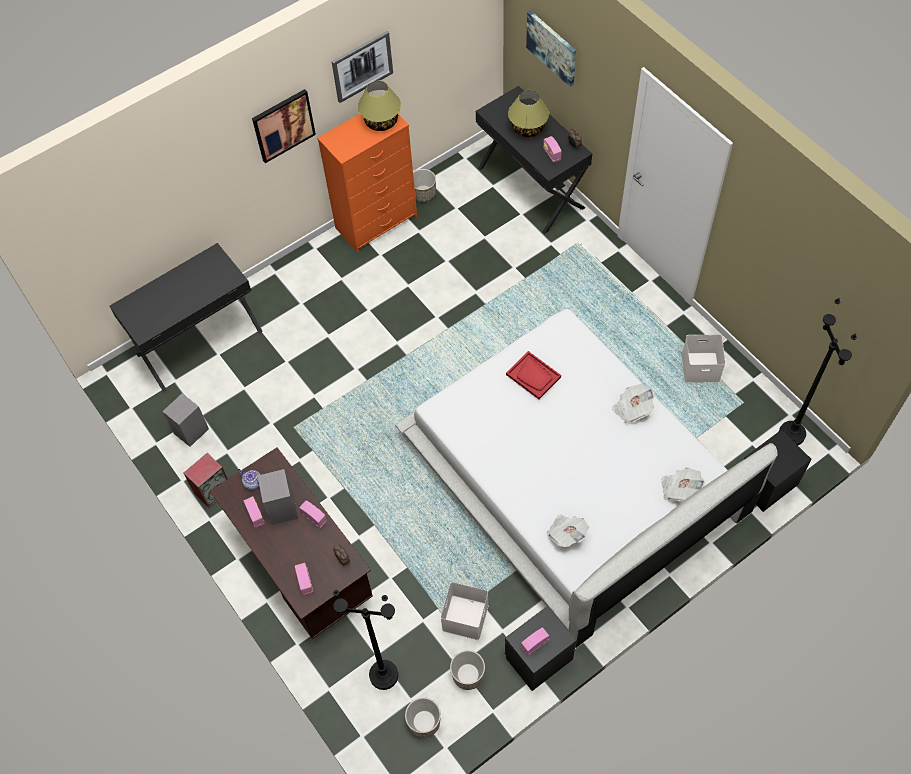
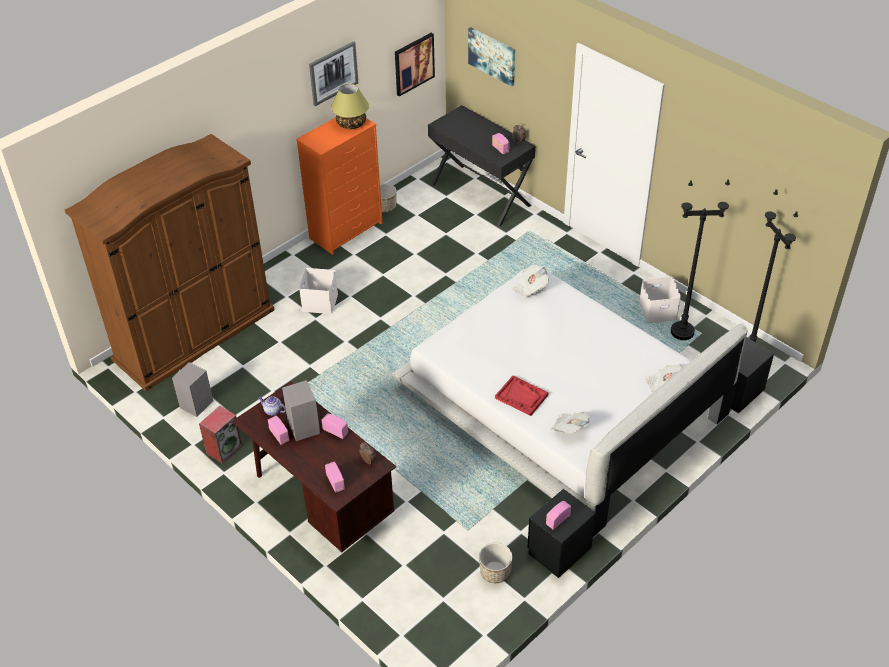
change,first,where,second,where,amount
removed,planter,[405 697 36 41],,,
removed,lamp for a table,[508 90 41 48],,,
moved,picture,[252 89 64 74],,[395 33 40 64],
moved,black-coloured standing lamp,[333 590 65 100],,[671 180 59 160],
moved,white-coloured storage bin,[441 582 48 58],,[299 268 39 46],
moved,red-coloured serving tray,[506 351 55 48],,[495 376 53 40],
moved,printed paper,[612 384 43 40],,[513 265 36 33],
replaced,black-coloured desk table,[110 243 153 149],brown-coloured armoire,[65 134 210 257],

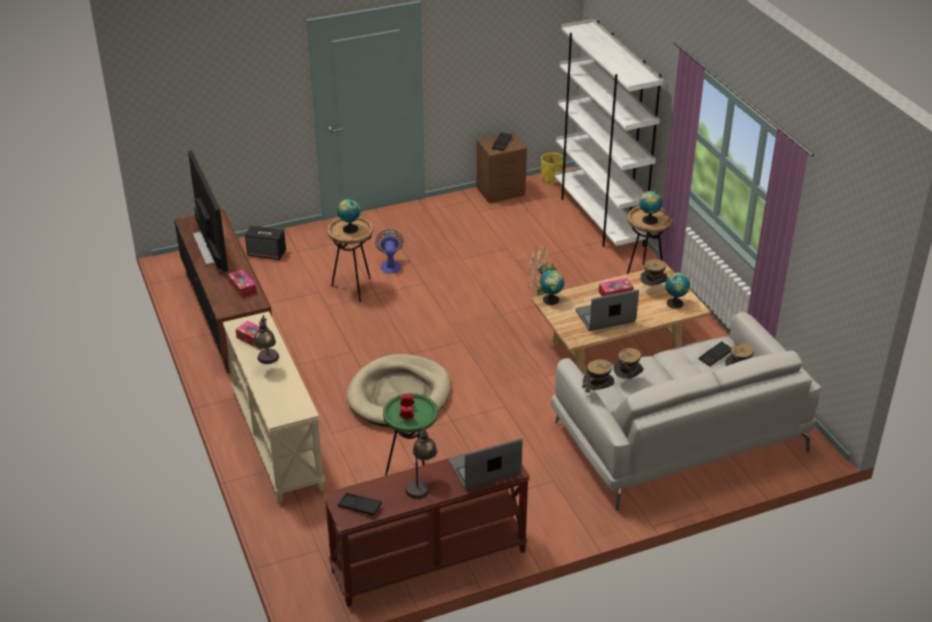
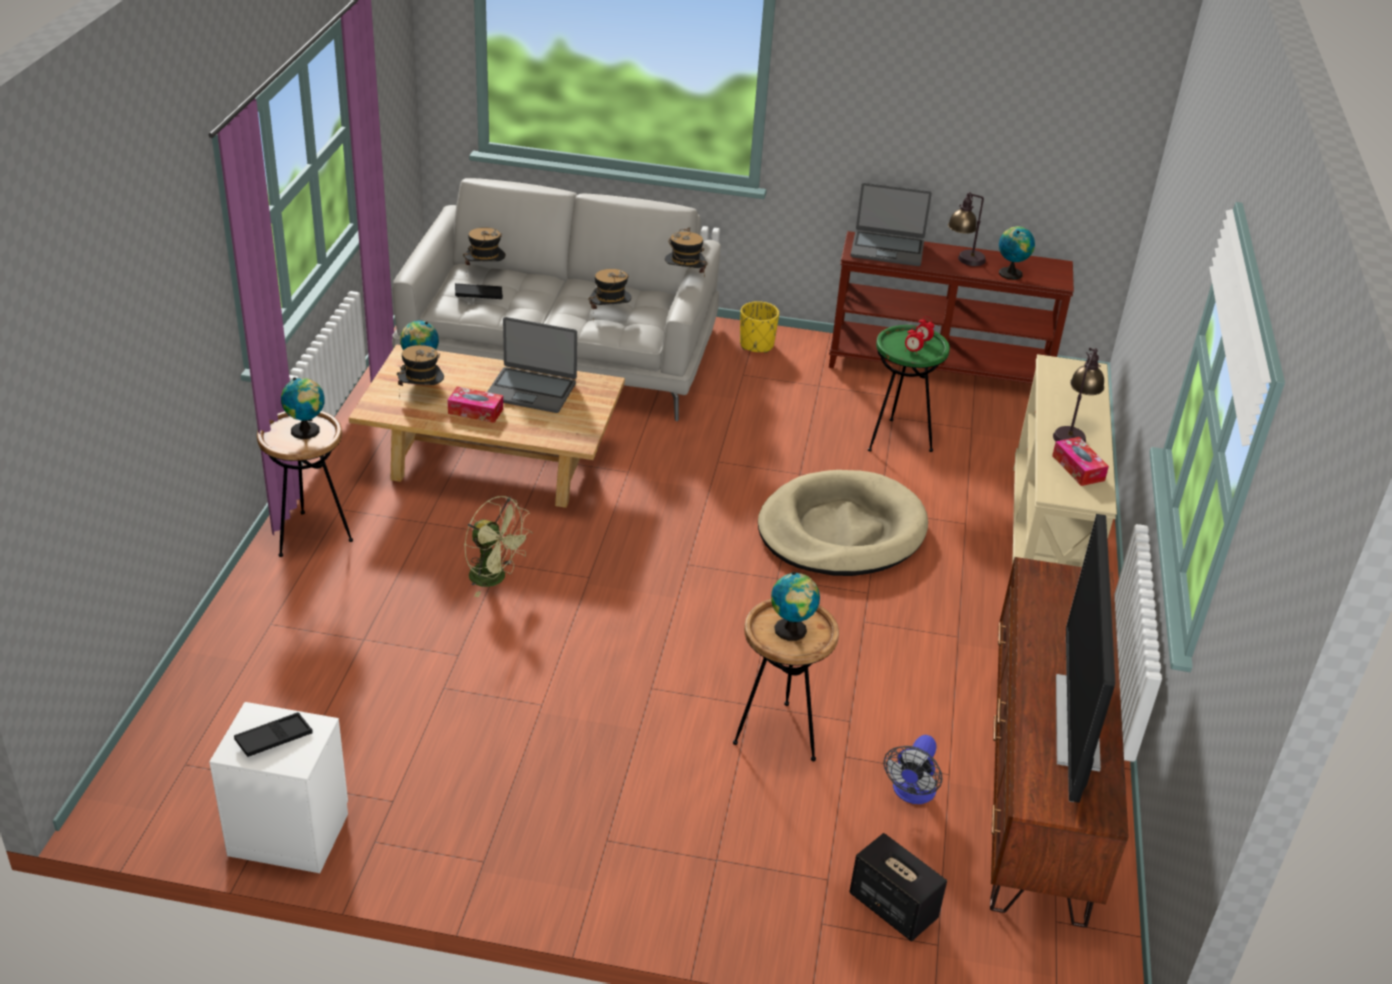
change,first,where,second,where,amount
removed,box of tissues,[228 269 28 29],,,
removed,black-coloured serving tray,[338 493 44 22],,,
removed,white-coloured bookcase,[554 19 109 228],,,
moved,cooling fan,[375 230 29 44],,[883 735 59 69],
moved,world globe,[540 269 24 36],,[999 226 36 54],
moved,yellow-coloured planter,[541 153 23 31],,[740 301 39 52],
recoloured,brown-coloured nightstand,[477 133 50 70],white-coloured nightstand,[209 702 139 171],

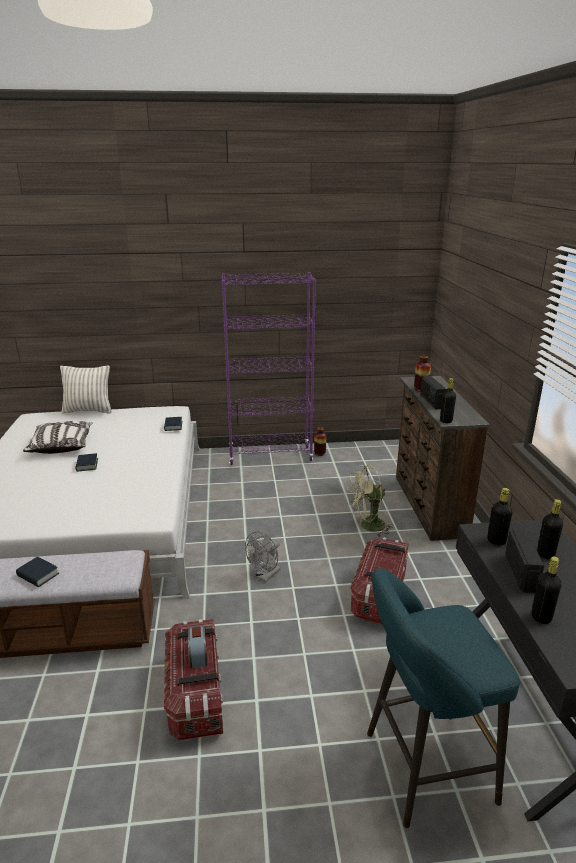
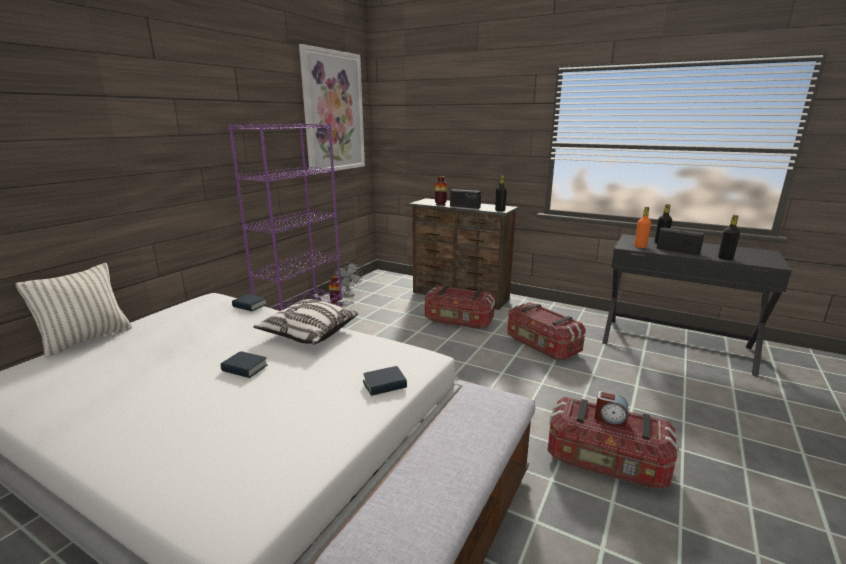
change,first,where,second,where,amount
removed,blue-green stool seat,[367 568 153 260],,,
added,,,picture,[299 44 66 130],
moved,volume,[16 557 43 30],,[363 366 44 30],
moved,cushion,[23 421 69 33],,[253 299 105 46],
moved,gray cooling fan,[245 531 35 51],,[335 262 27 35],
replaced,greenish cooling fan,[347 465 47 72],storage bin,[425 286 70 43],
recoloured,black-coloured drink bottle,[487 488 26 57],orange drink bottle,[634 207 17 41],

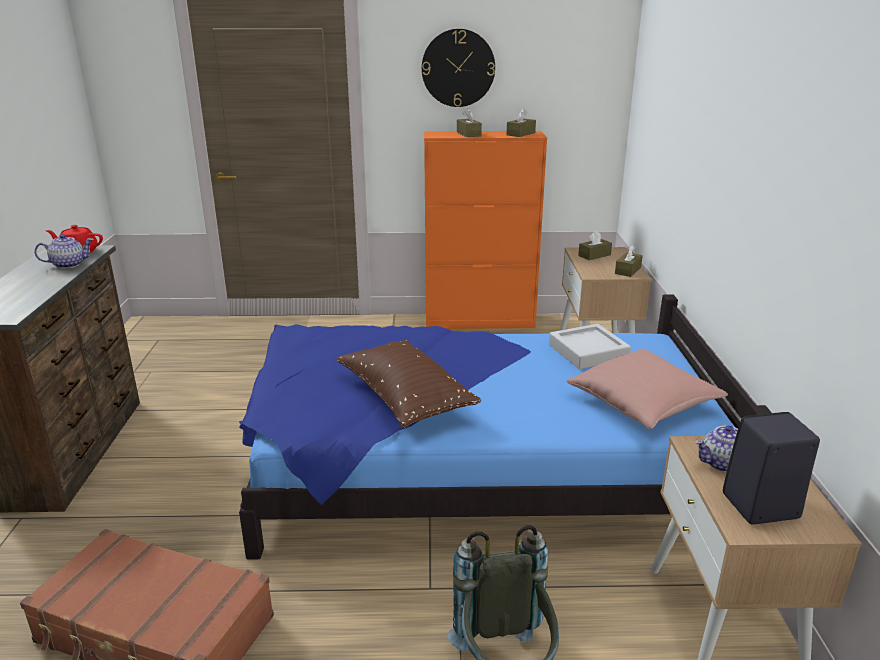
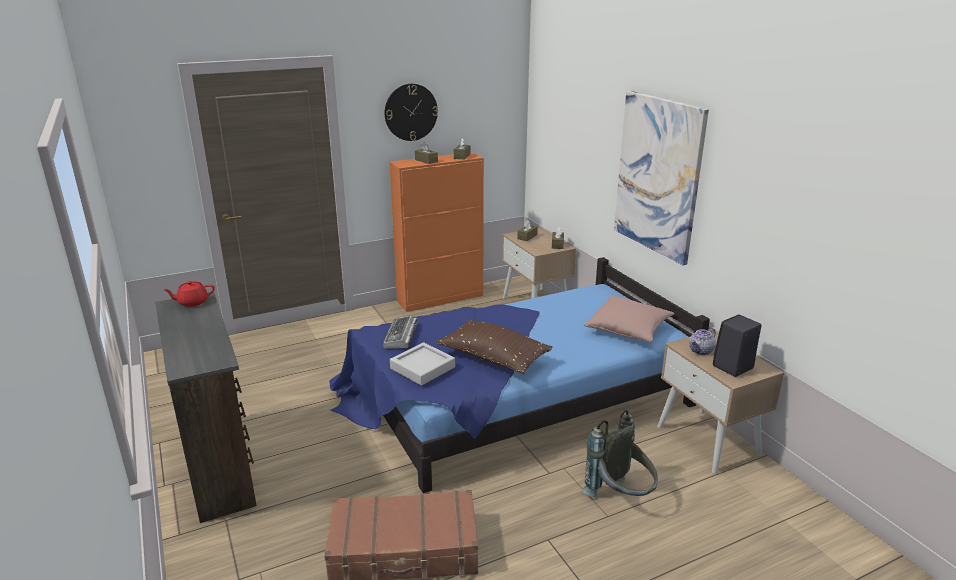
change,first,where,second,where,amount
removed,tea pot,[34 234 60 35],,,
added,,,keyboard,[383 315 35 34],
added,,,picture,[614 91 95 174],
moved,gray serving tray,[549 324 82 45],,[390 342 65 44],

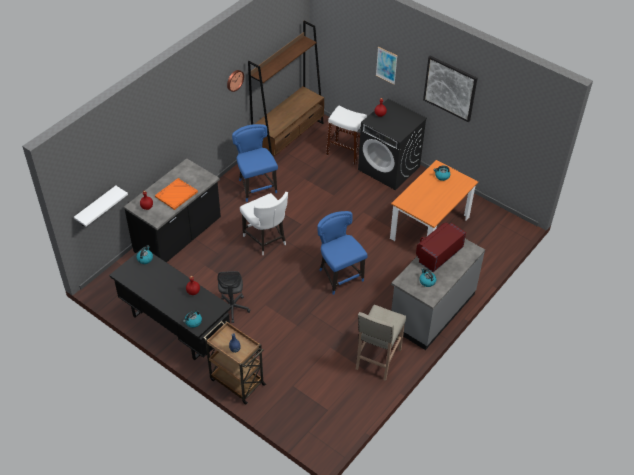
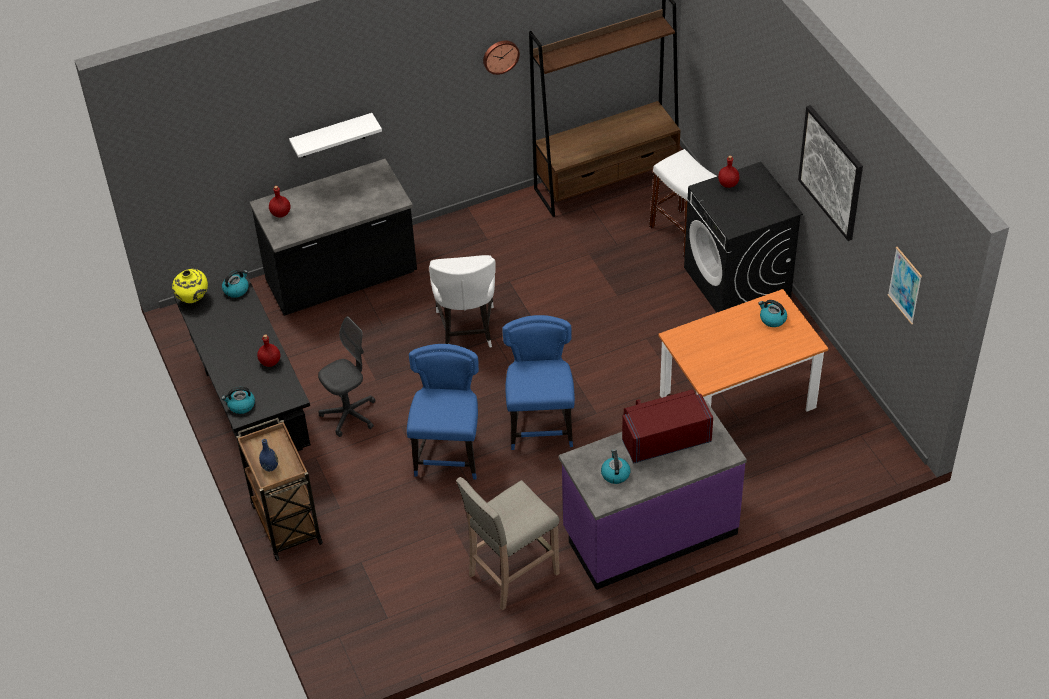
change,first,where,second,where,amount
removed,orange serving tray,[155 178 43 32],,,
added,,,yellow-coloured flower vase,[172 269 36 34],
moved,white-coloured wall shelf,[74 186 54 40],,[289 113 93 45],
moved,blue-coloured upright chair,[232 124 46 78],,[407 344 72 135],
moved,picture,[376 47 21 38],,[888 247 34 78],
recoloured,gray kitchen base unit,[391 239 94 111],purple kitchen base unit,[559 400 188 190],
turned,gray computer chair,[217 271 34 52],,[318 316 57 121],150 degrees counterclockwise

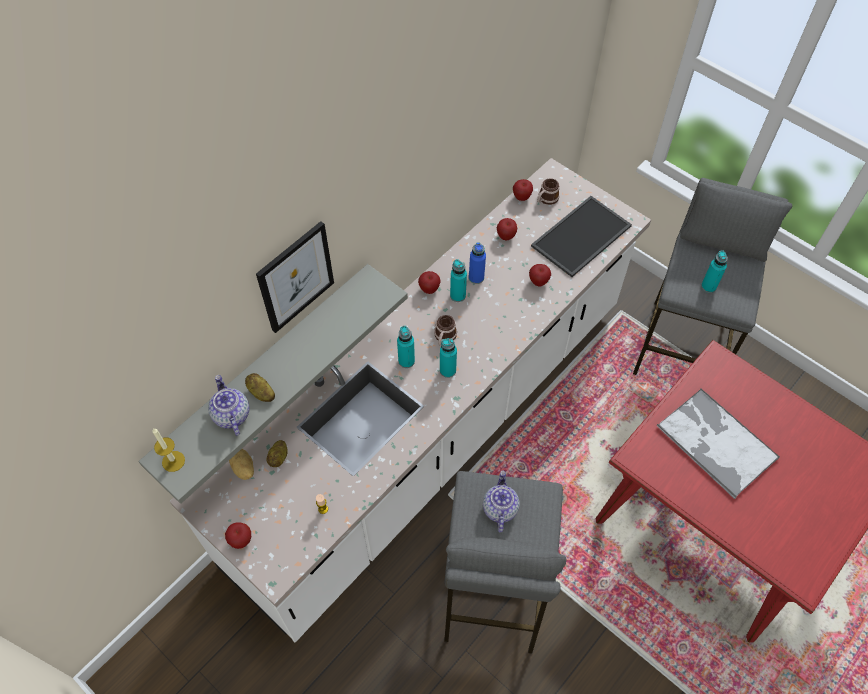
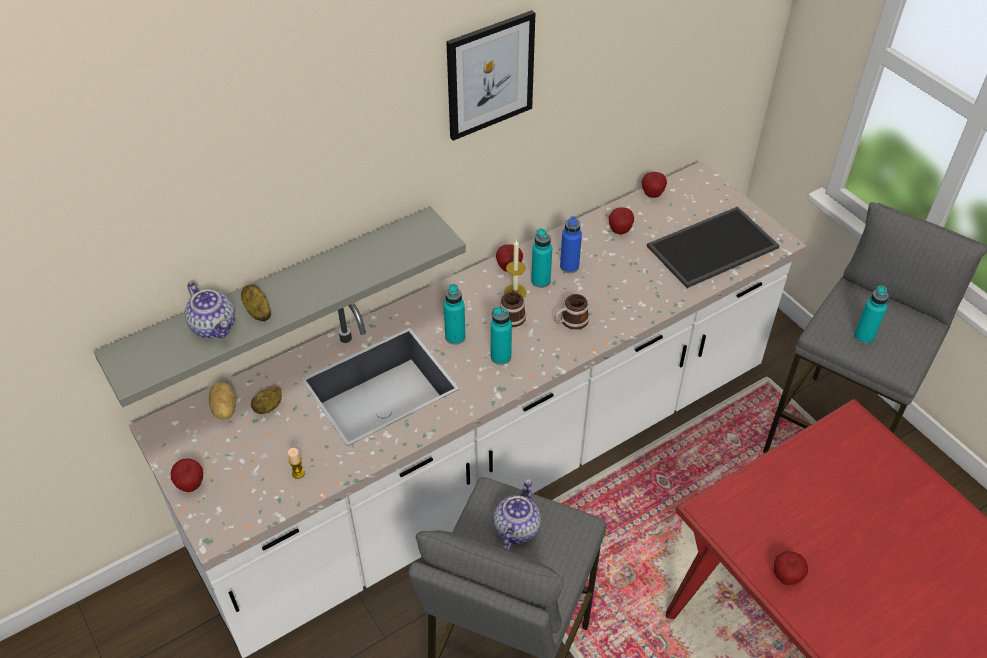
change,first,where,second,where,amount
removed,serving tray,[657 388 123 111],,,
moved,wax light,[152 428 33 44],,[504 239 22 59],
moved,picture,[256 221 78 112],,[446 10 89 131],
moved,apple fruit,[529 264 22 22],,[774 551 34 34],
moved,tea mug,[537 178 23 27],,[555 294 34 36],
turned,tea pot,[208 375 41 61],,[185 282 50 56],150 degrees clockwise

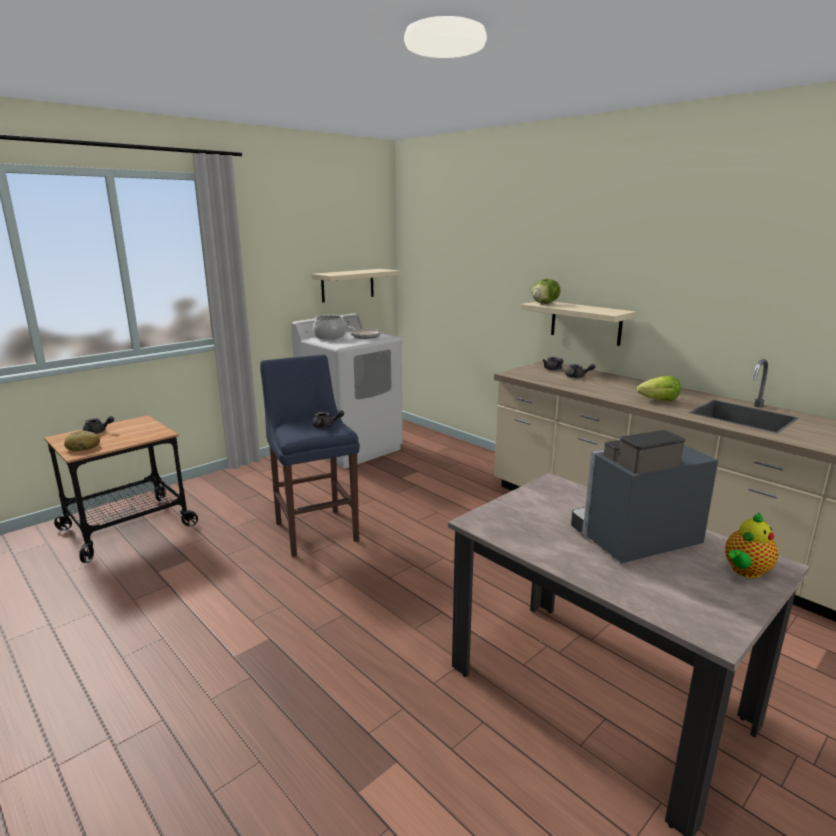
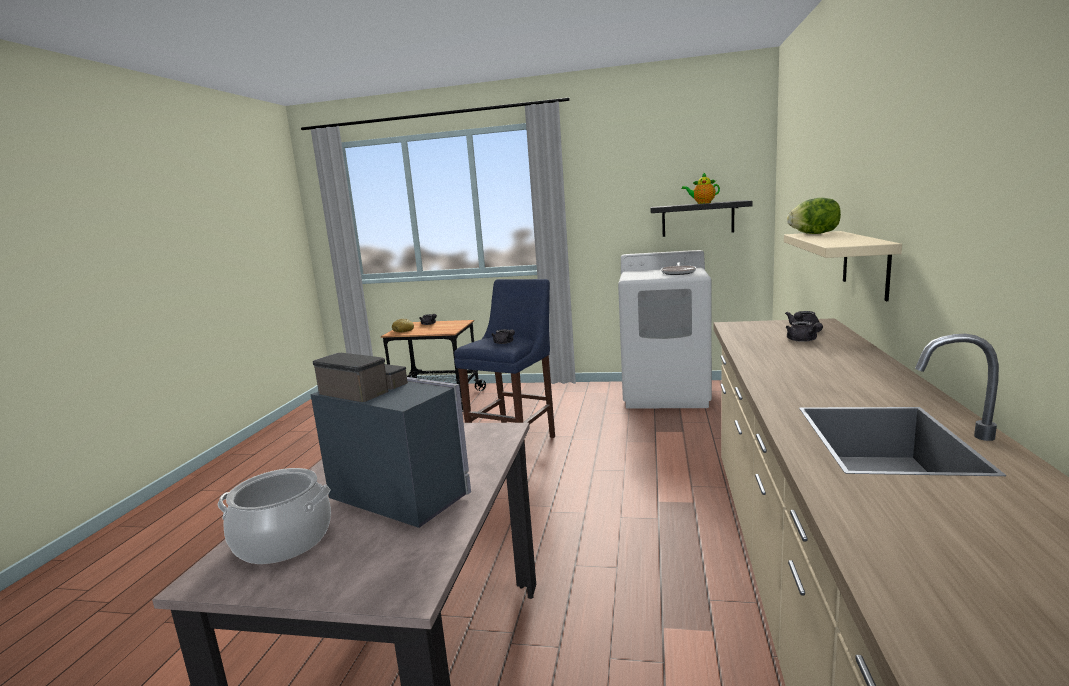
change,first,where,second,where,amount
removed,lettuce,[637 376 44 25],,,
moved,stockpot,[313 314 33 25],,[218 468 113 96],
moved,tea pot,[725 512 53 66],,[682 172 38 32],
recoloured,beige-coloured wall shelf,[312 269 88 33],black-coloured wall shelf,[650 200 103 37],

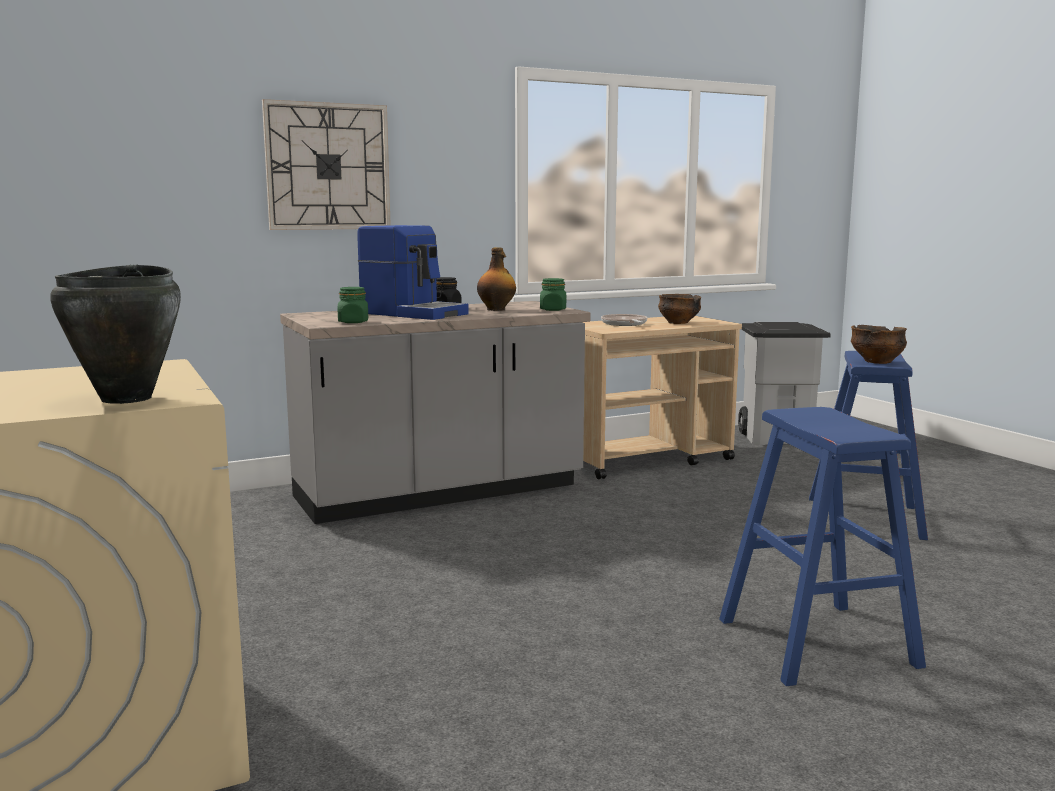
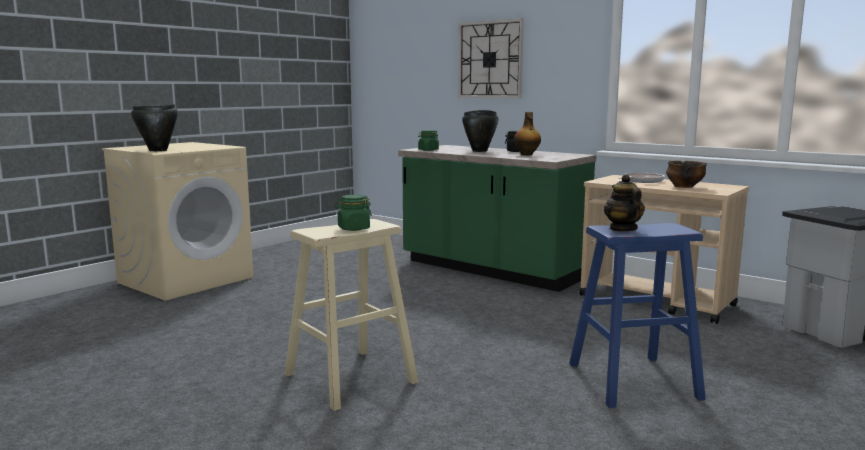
change,first,where,second,where,amount
moved,greenish jar,[540 278 26 33],,[334 195 38 36],
replaced,coffee machine,[357 225 112 95],black-coloured stockpot,[462 110 36 42],
replaced,serving bowl,[851 325 56 39],tea pot,[604 174 41 57],
recoloured,gray kitchen base unit,[280 301 310 223],greenish kitchen base unit,[398 145 199 147],
recoloured,blue-coloured stool seat,[719 407 207 279],beige-coloured stool seat,[284 219 134 192],

